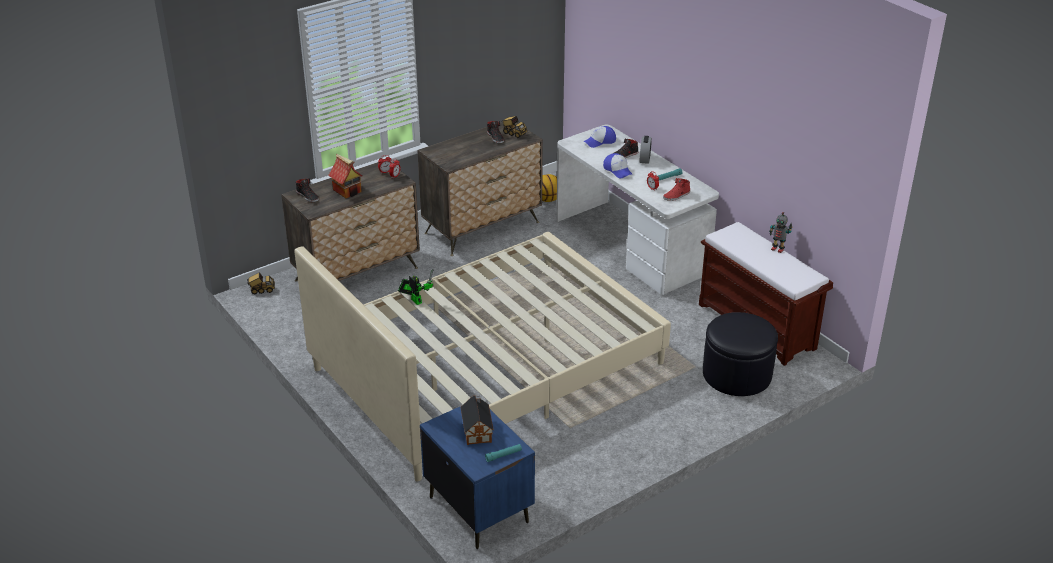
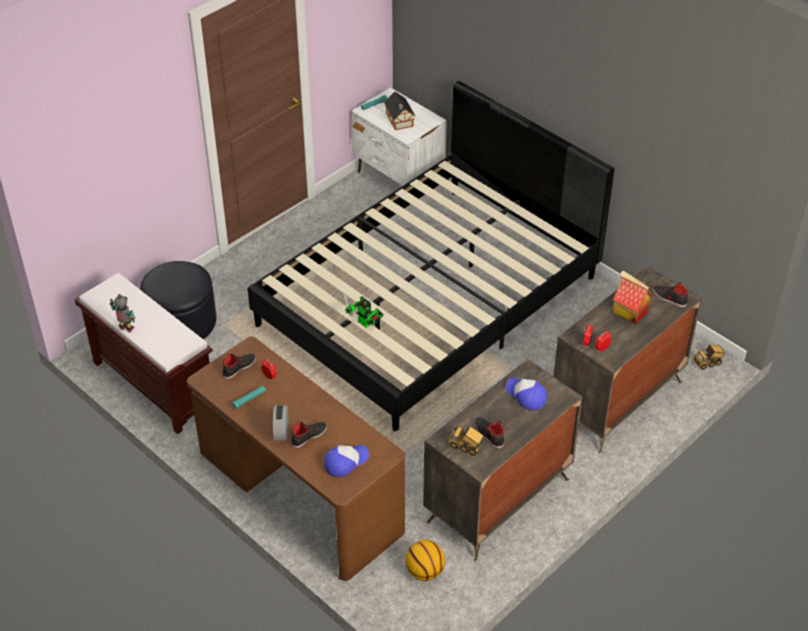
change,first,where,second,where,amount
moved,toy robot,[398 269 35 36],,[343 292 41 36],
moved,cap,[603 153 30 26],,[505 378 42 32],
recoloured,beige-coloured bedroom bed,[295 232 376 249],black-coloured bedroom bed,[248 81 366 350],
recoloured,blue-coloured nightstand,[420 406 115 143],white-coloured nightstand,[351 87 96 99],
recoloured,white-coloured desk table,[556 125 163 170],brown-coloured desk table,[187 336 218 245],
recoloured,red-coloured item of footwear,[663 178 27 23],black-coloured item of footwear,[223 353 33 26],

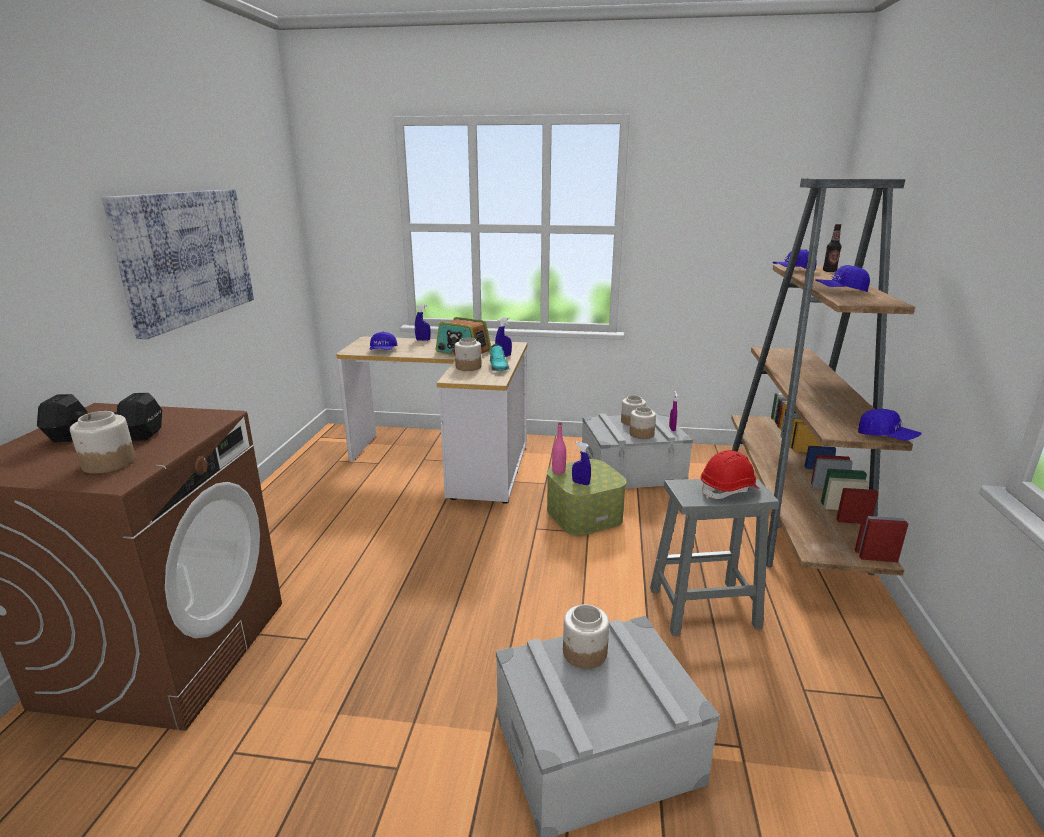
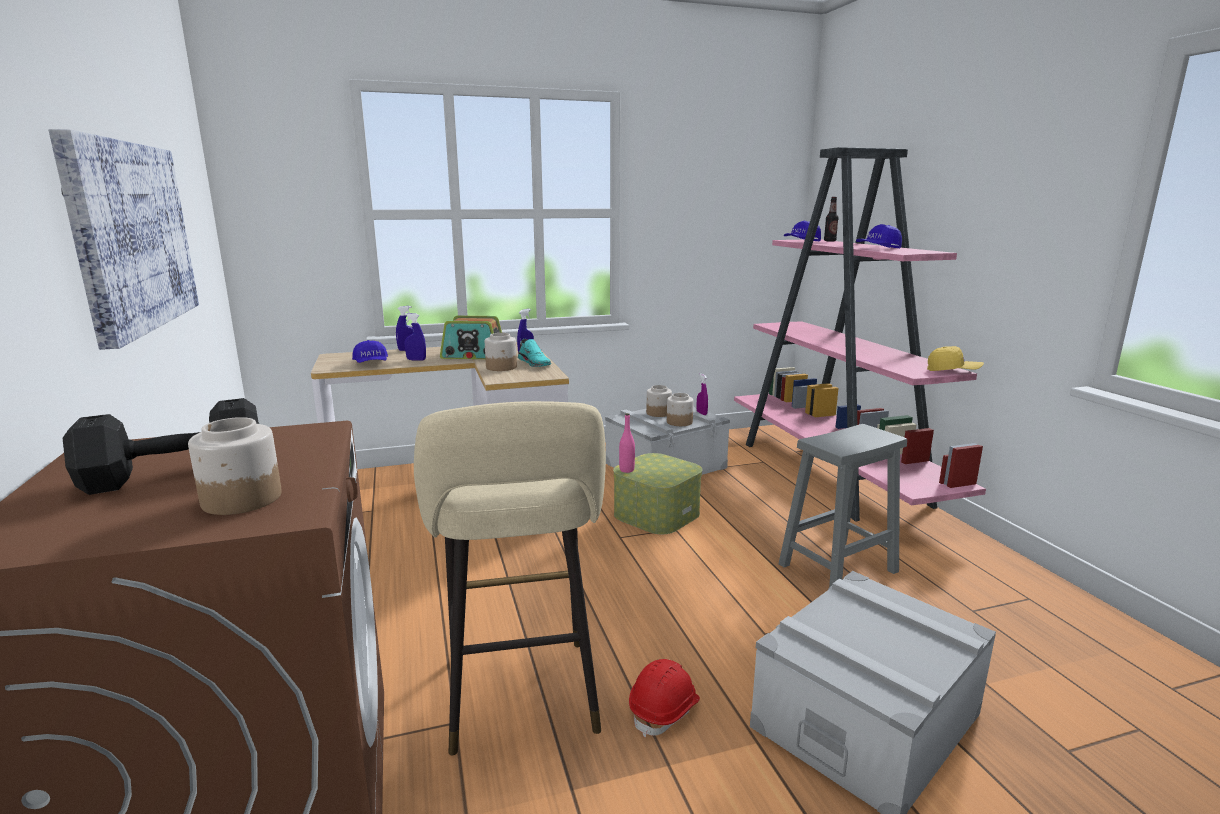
change,first,where,second,where,amount
removed,jar,[563 604 46 65],,,
added,,,beige-coloured stool seat,[414 401 192 354],
moved,blue-coloured spray bottle,[572 442 19 44],,[404 313 22 47],
moved,red-coloured safety helmet,[700 450 60 49],,[629 659 71 78],
recoloured,brown-coloured bookcase,[731 178 184 398],pinkish bookcase,[734 147 252 375],
recoloured,blue-coloured cap,[858 409 64 31],yellow-coloured cap,[927 346 57 25],

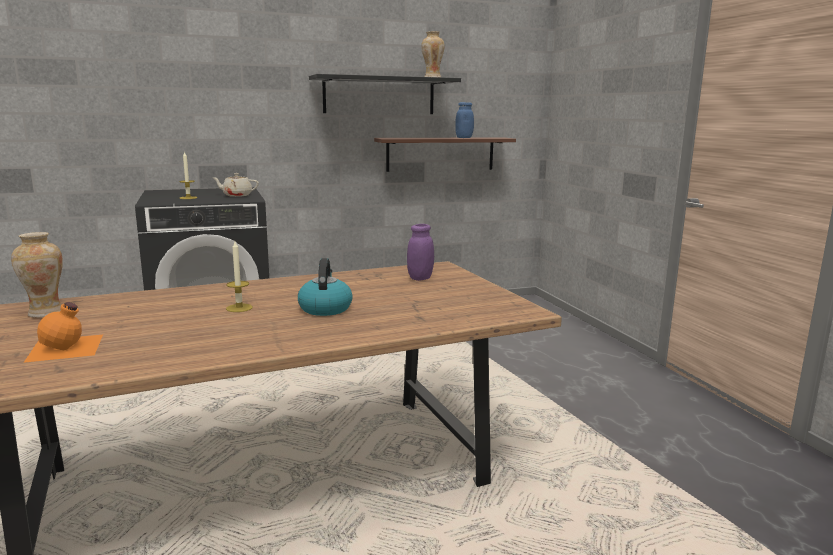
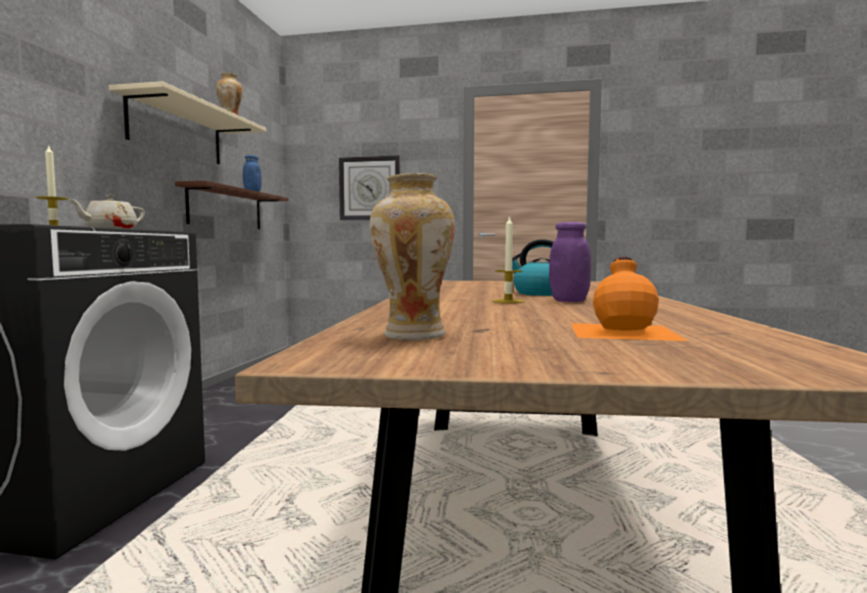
change,first,where,second,where,amount
added,,,wall clock,[339 156 61 64],
moved,purple jar,[407 224 27 57],,[549 222 42 80],
recoloured,black-coloured wall shelf,[309 74 152 40],beige-coloured wall shelf,[109 81 157 83],

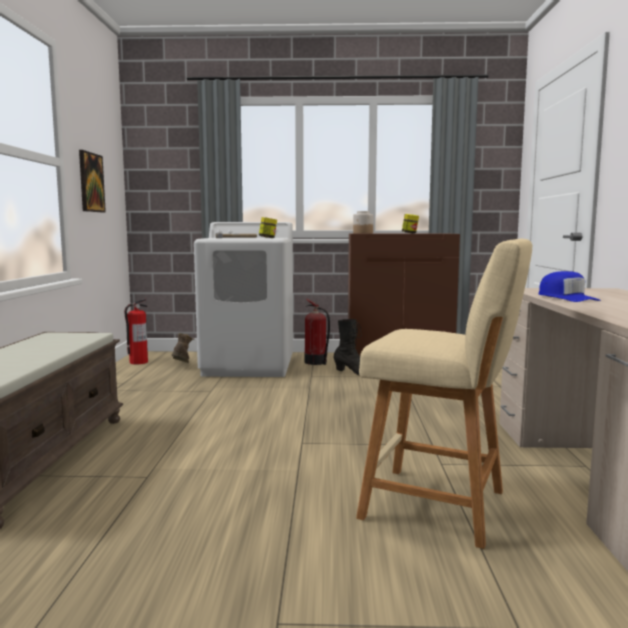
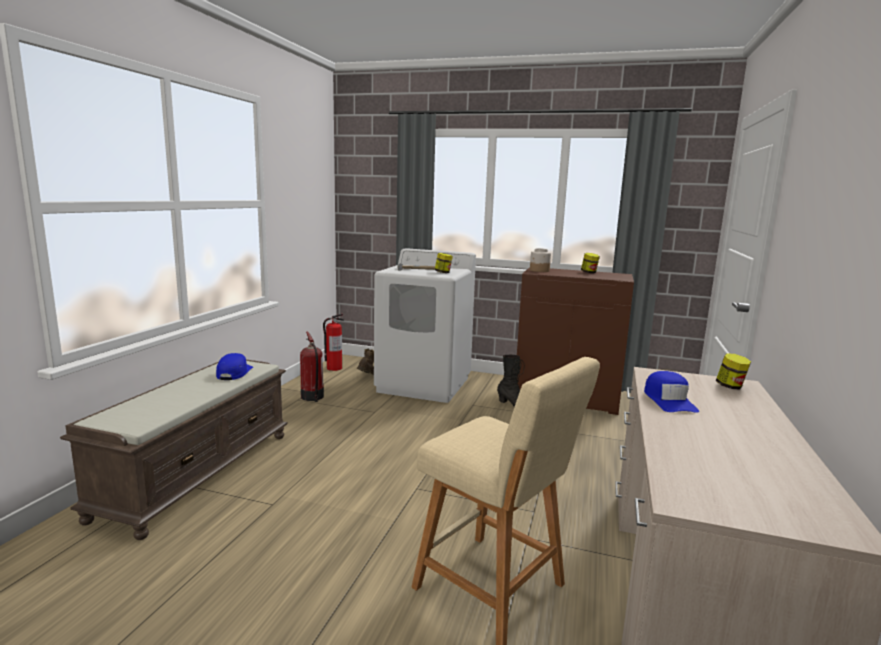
change,first,where,second,where,amount
removed,picture,[79 150 27 63],,,
added,,,blue-coloured cap,[216 353 37 27],
added,,,jar,[716 353 35 36],
moved,fire-fighting cylinder,[305 299 25 66],,[300 332 24 70],

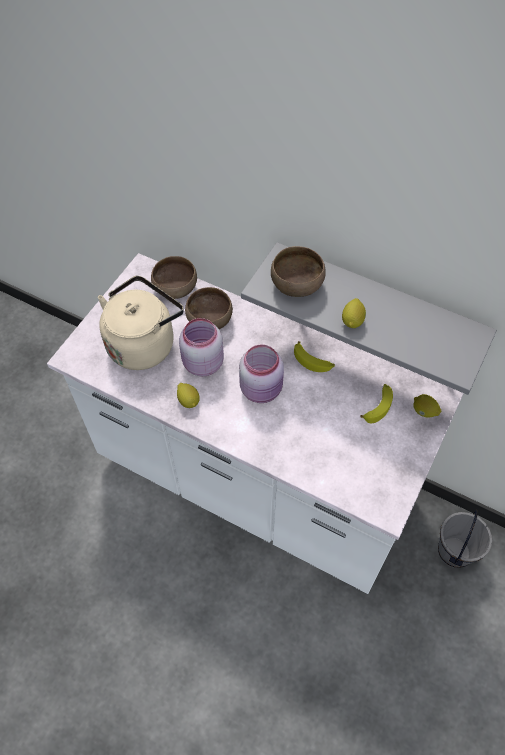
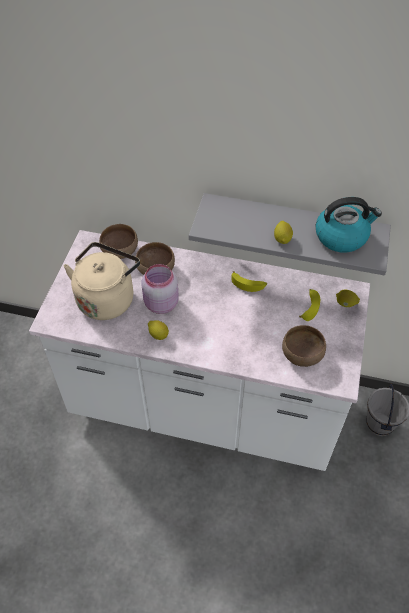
change,first,where,second,where,amount
removed,pinkish jar,[239 345 45 58],,,
added,,,kettle,[315 197 67 56],
moved,brown-coloured serving bowl,[271 246 55 51],,[282 325 44 42],

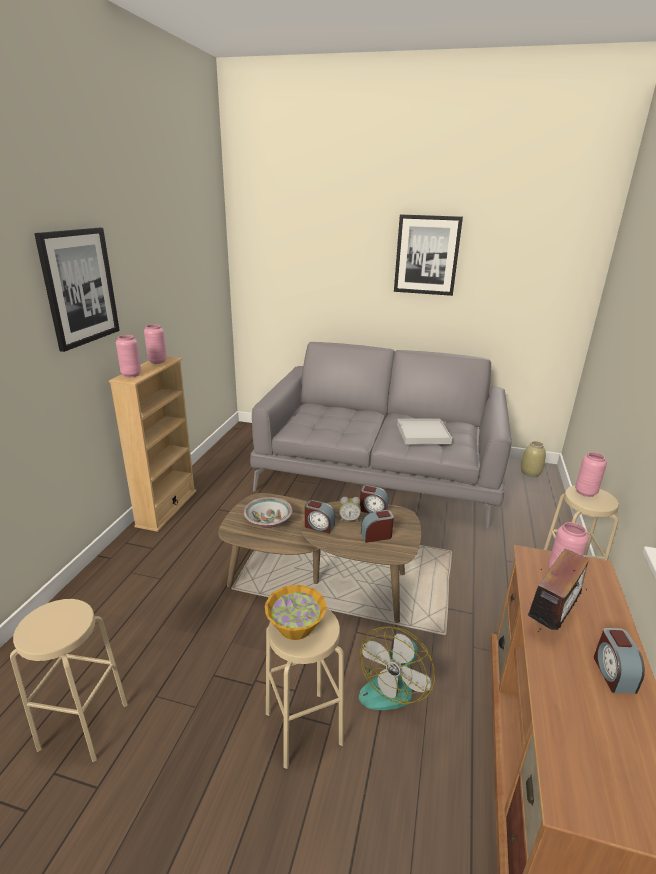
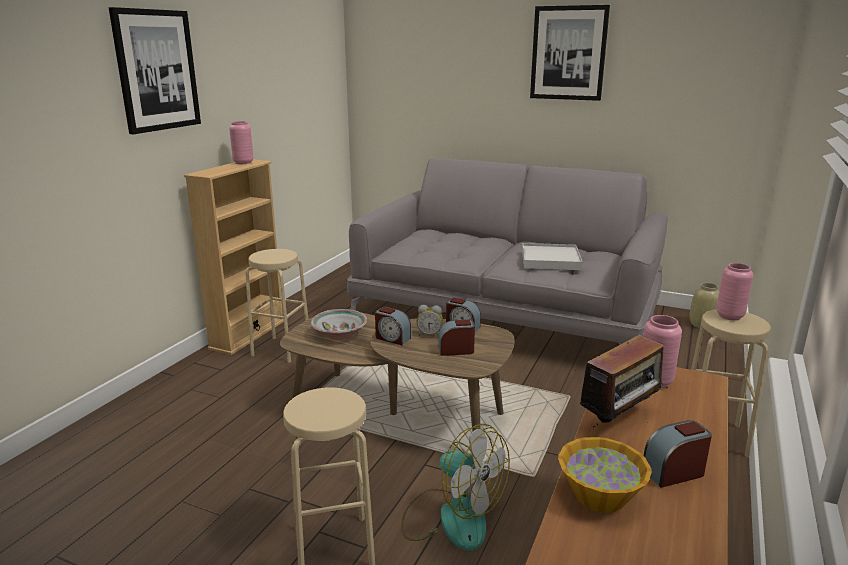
change,first,where,second,where,amount
removed,pinkish flower vase,[116 335 25 42],,,
moved,beige-coloured stool seat,[10 599 118 163],,[245 249 63 114],
moved,serving bowl,[265 585 62 55],,[558 437 94 76],
turned,cooling fan,[359 626 76 84],,[401 424 109 127],90 degrees counterclockwise
turned,bedside clock,[594 628 51 66],,[644 420 68 68],60 degrees clockwise

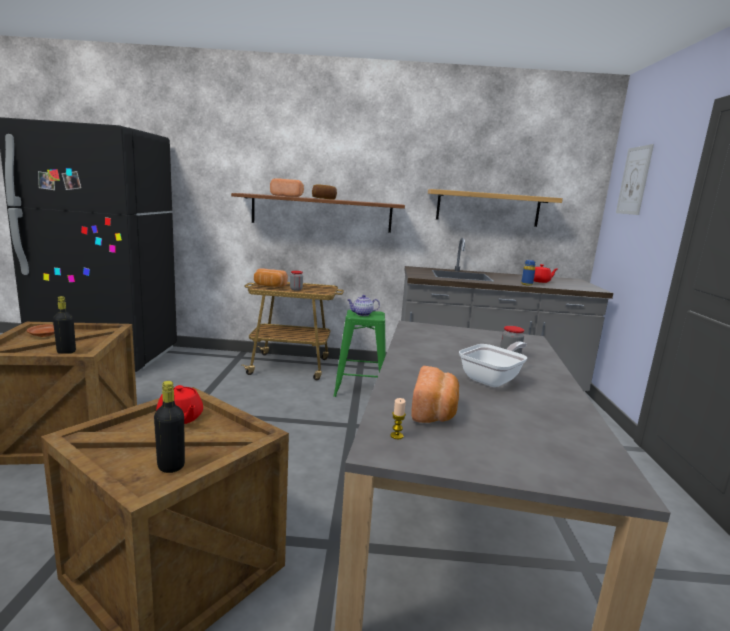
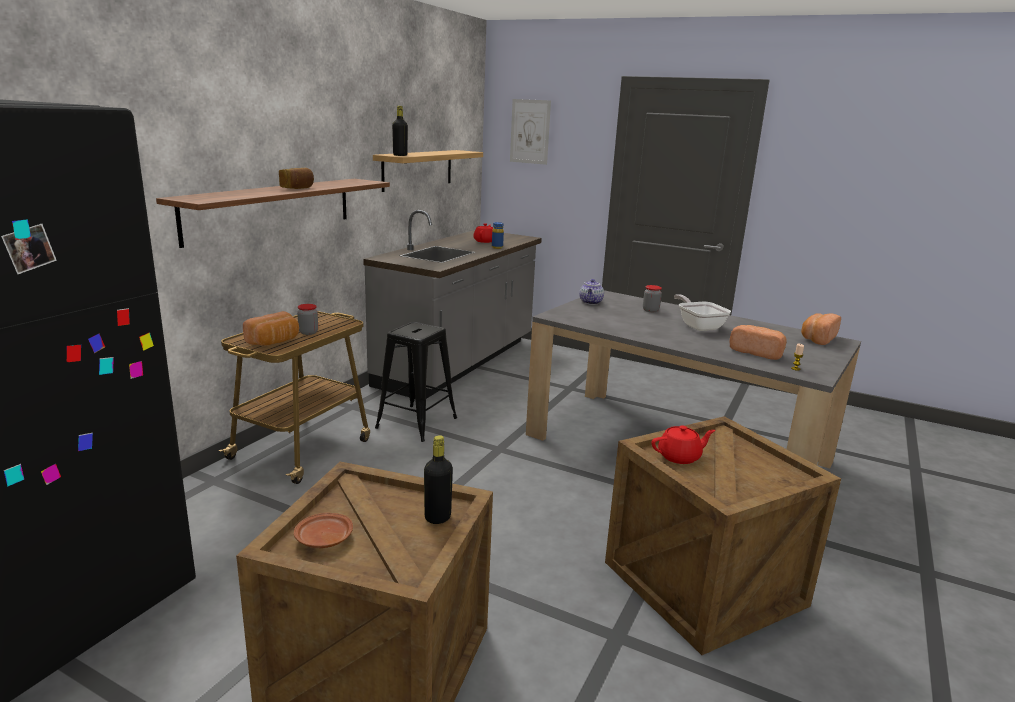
change,first,where,second,where,amount
moved,black-coloured drink bottle,[154 381 31 92],,[392 106 16 50],
moved,bread,[270 179 34 18],,[801 313 40 32],
moved,tea pot,[348 295 32 21],,[579 279 25 26],
recoloured,greenish stool seat,[333 310 53 87],black-coloured stool seat,[375 322 82 120],

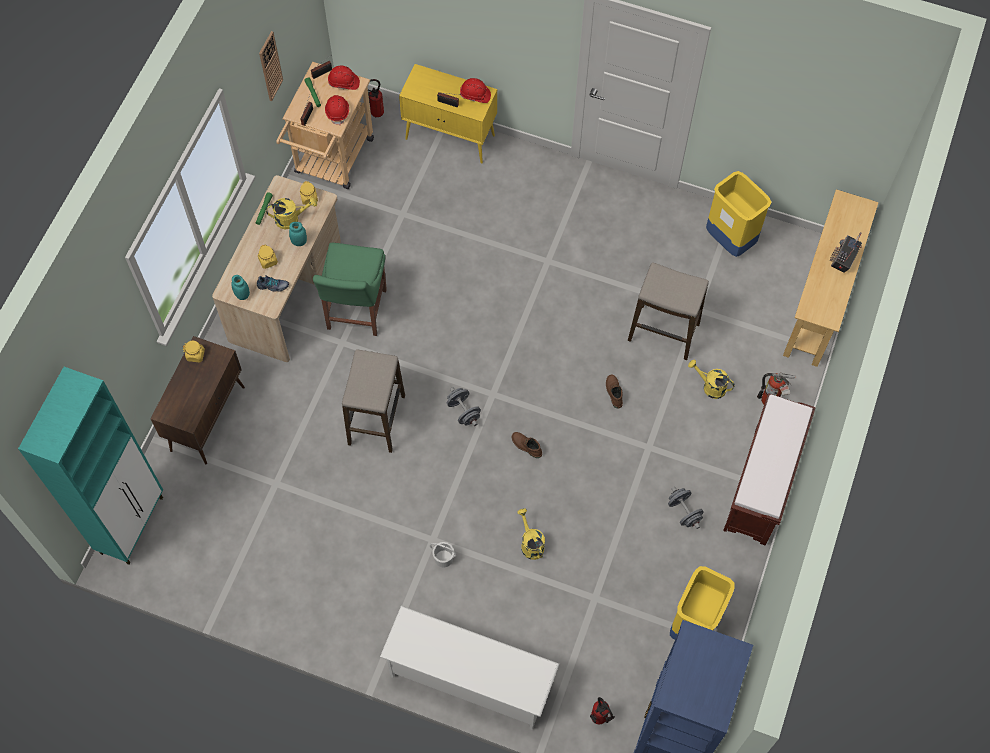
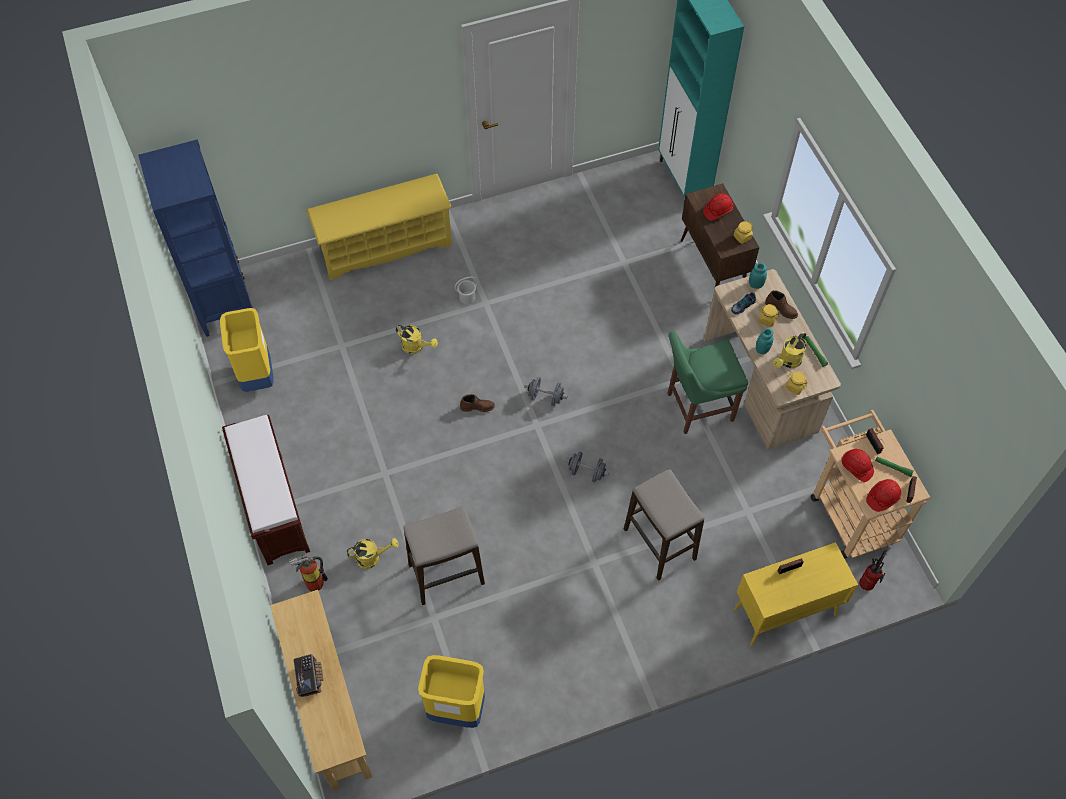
change,first,where,second,where,amount
removed,wall clock,[259 31 24 70],,,
removed,fire-fighting cylinder,[590 697 25 27],,,
moved,stool seat,[342 350 63 103],,[624 469 80 112],
moved,red-coloured safety helmet,[460 78 31 25],,[703 193 30 28],
moved,brown-coloured boot,[606 375 17 34],,[765 290 33 29],
moved,gray hand weight,[668 487 36 42],,[565 451 45 31],
recoloured,white-coloured shoe rack,[380 606 179 124],yellow-coloured shoe rack,[306 174 146 106],
turned,greenish upright chair,[313 243 74 93],,[668 331 80 103],75 degrees counterclockwise

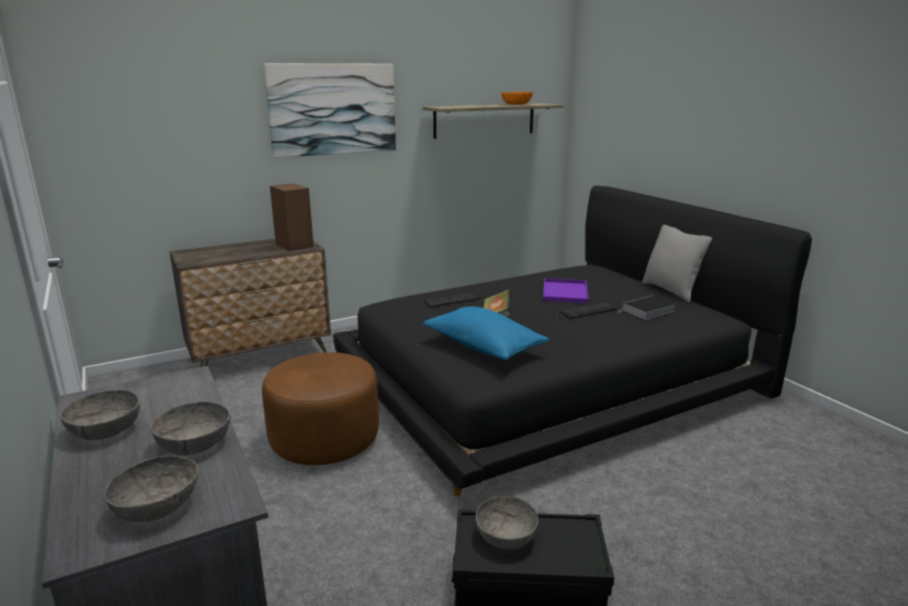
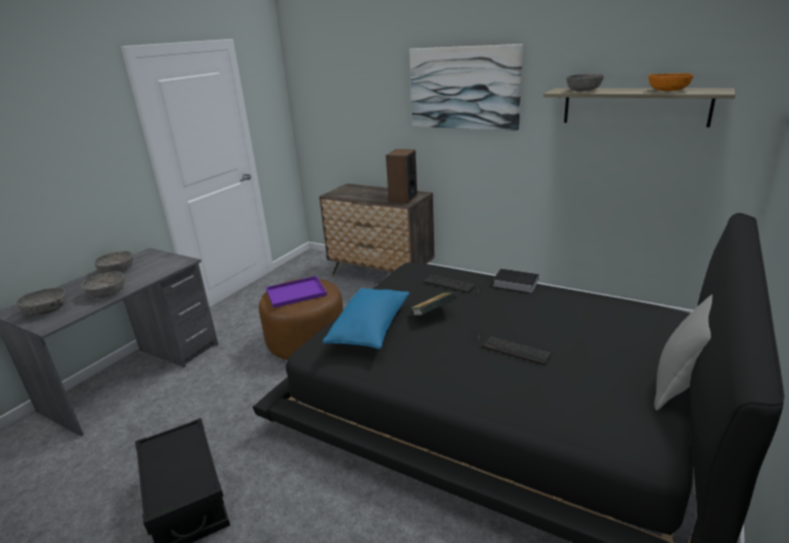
change,first,where,second,where,amount
moved,gray serving bowl,[476 496 62 53],,[566 74 38 17],
moved,purple serving tray,[543 278 45 25],,[266 276 61 32],
moved,volume,[618 295 58 25],,[493 268 46 24],

